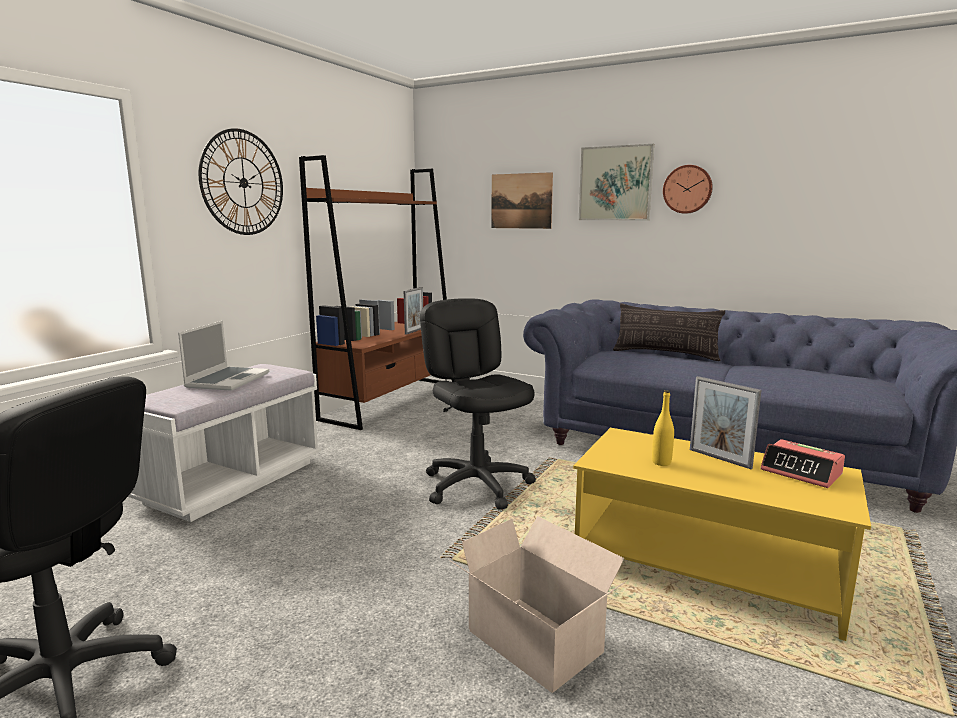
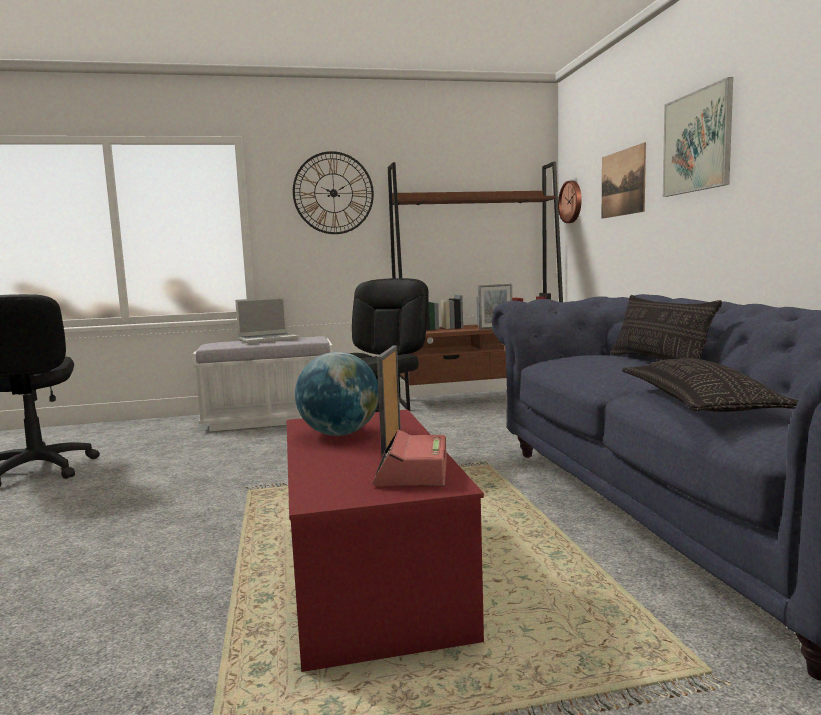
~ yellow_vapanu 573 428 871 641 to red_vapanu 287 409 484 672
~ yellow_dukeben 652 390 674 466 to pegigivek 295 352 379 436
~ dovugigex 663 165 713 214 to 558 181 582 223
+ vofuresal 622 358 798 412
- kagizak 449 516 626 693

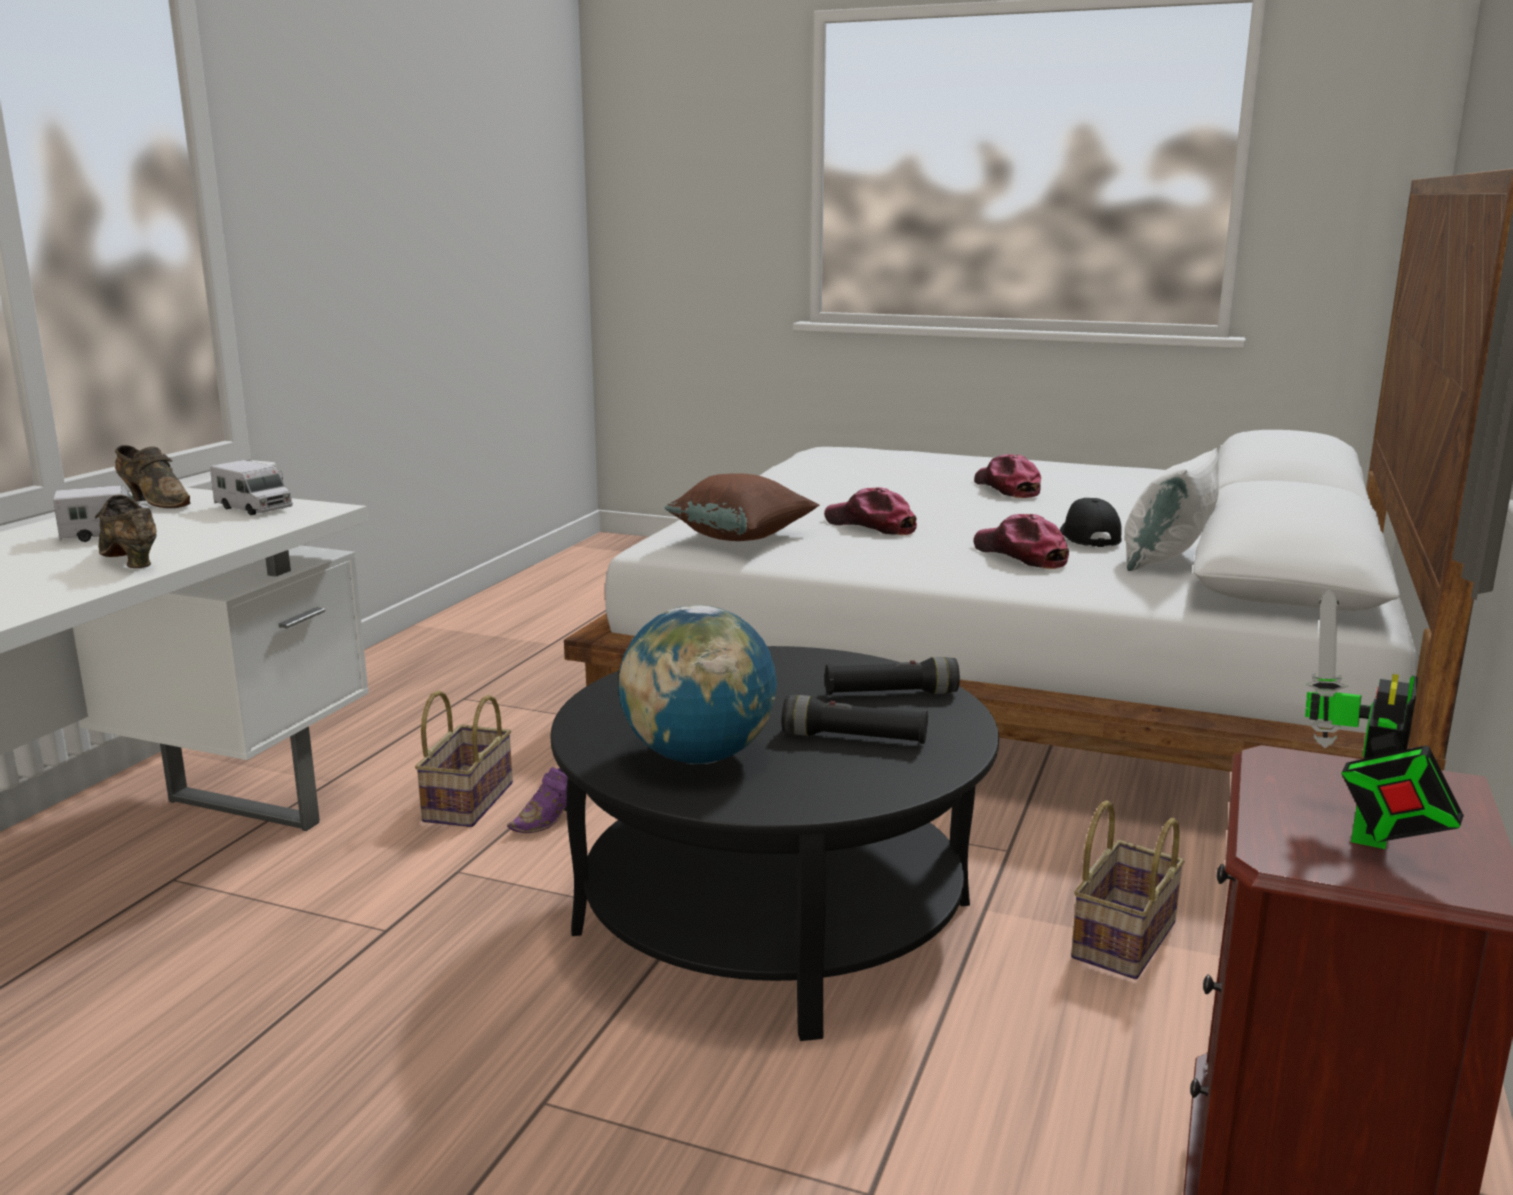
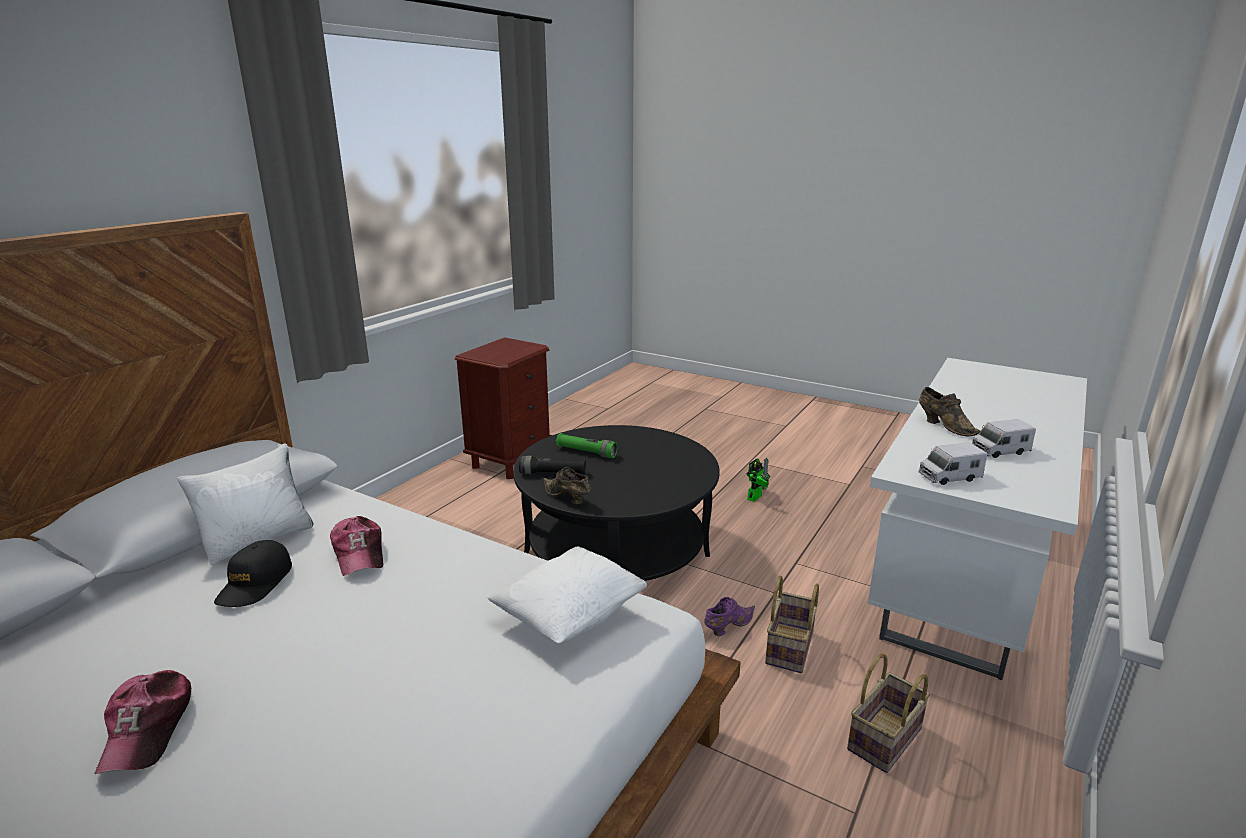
~ brown_vofuresal 665 473 819 541 to white_vofuresal 487 547 648 643
~ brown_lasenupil 115 445 190 508 to 543 467 591 504
~ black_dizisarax 782 695 928 744 to green_dizisarax 556 433 618 458
~ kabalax 1305 588 1464 849 to 747 458 770 502
~ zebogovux 1071 800 1185 979 to 847 653 930 773
~ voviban 210 460 293 515 = 918 442 987 485 60 degrees counterclockwise
- pegigivek 618 605 777 764
- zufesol 824 487 917 535

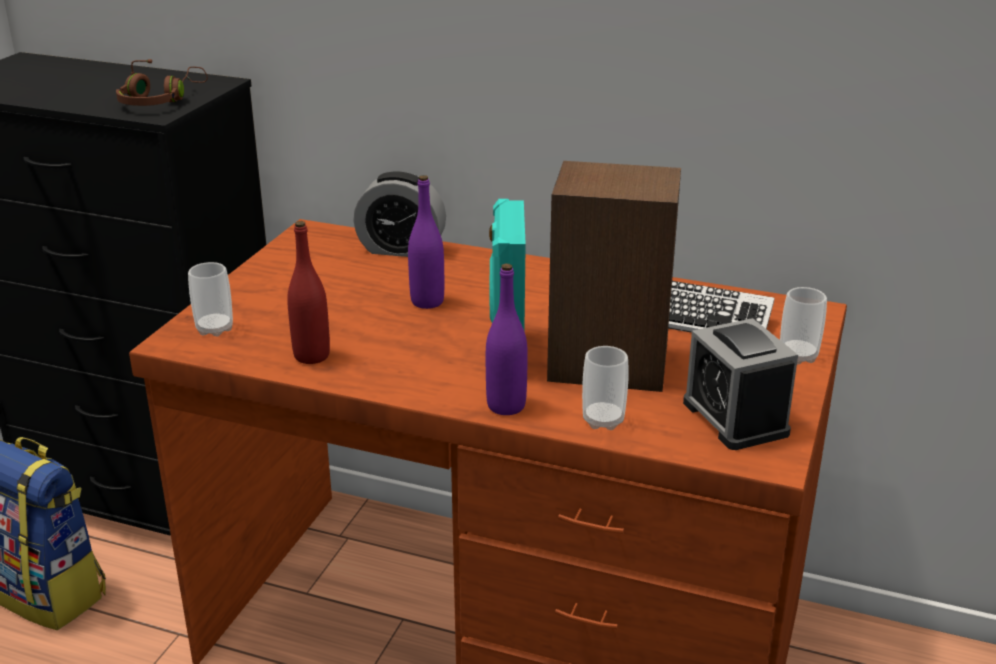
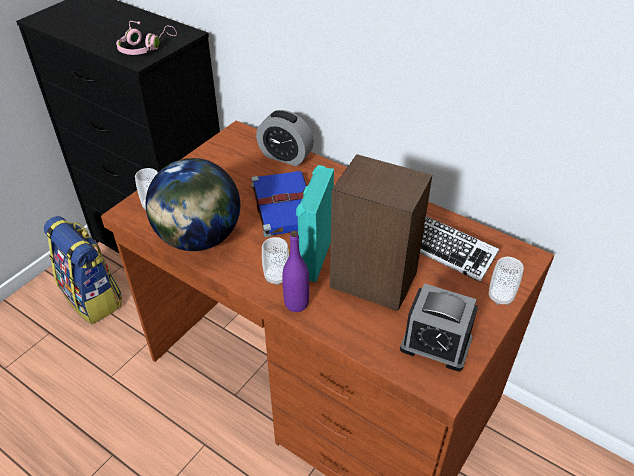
~ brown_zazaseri 116 59 208 106 to pink_zazaseri 116 21 177 55
~ red_dukeben 287 221 330 364 to pegigivek 146 158 240 251
~ purple_dukeben 408 175 444 309 to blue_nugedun 251 171 306 237
~ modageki 582 346 629 430 to 262 237 289 285
~ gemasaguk 683 318 798 450 = 400 283 478 371 60 degrees counterclockwise

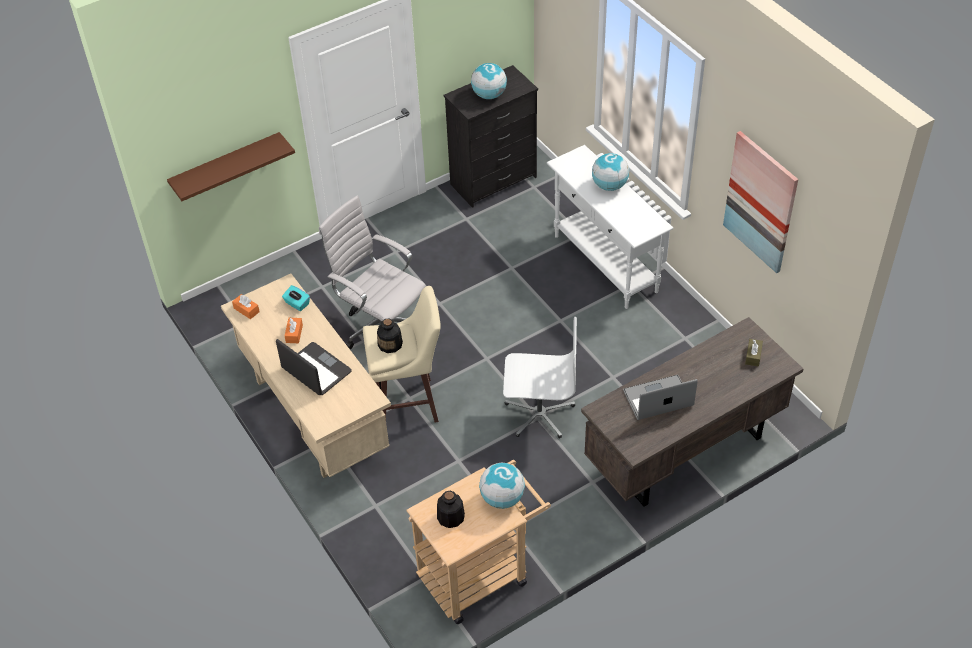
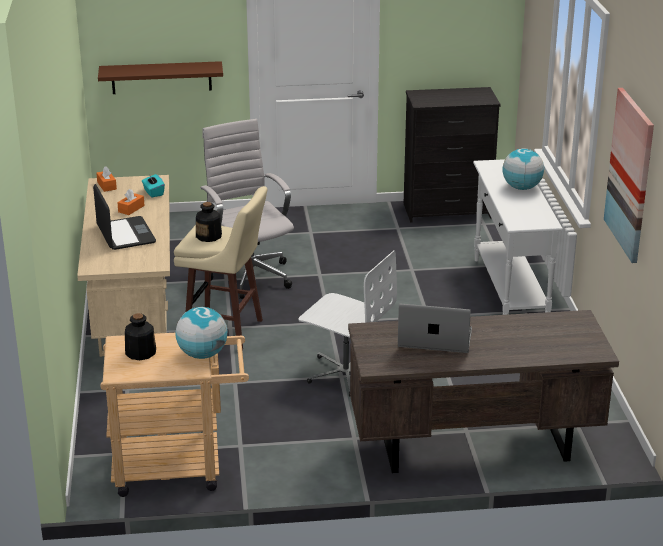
- pegigivek 471 63 507 99
- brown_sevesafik 745 339 763 367

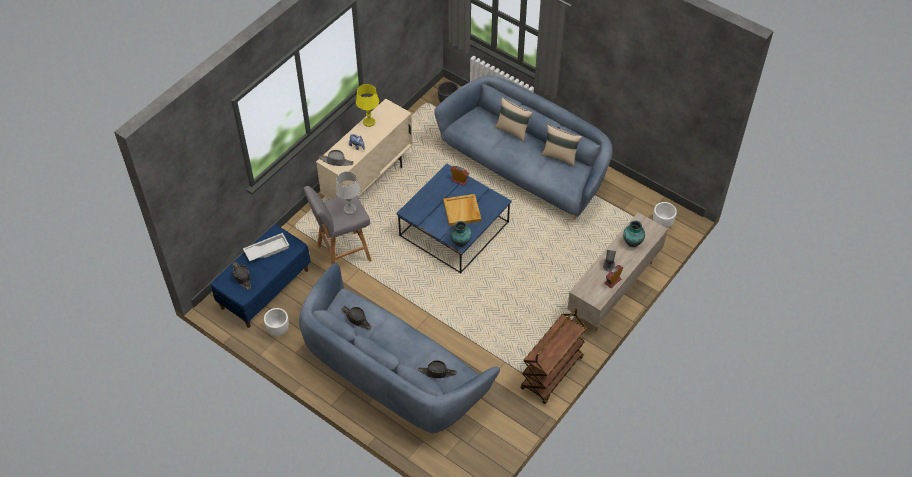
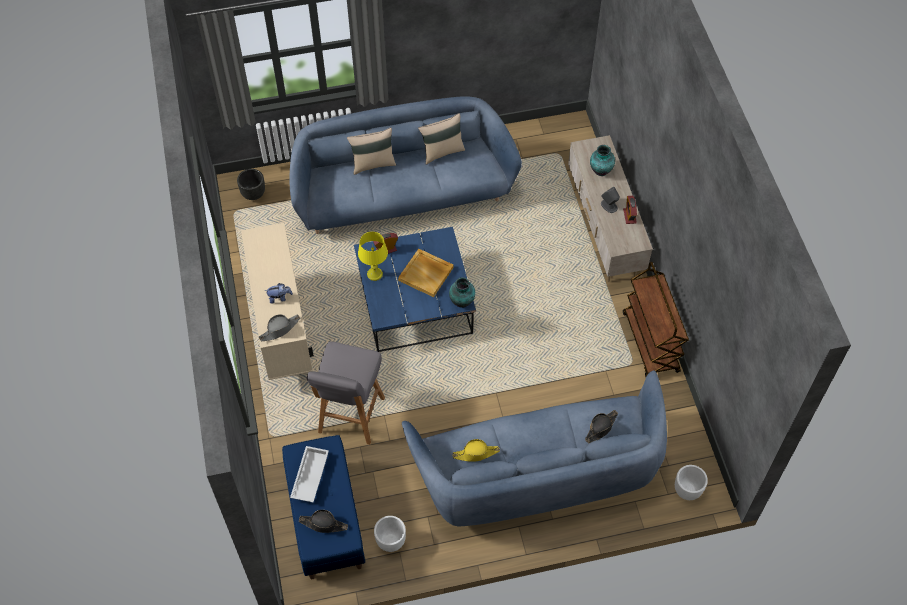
~ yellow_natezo 356 84 379 127 to 358 232 388 281
~ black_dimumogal 342 306 372 330 to yellow_dimumogal 452 439 500 462
~ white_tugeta 653 202 677 228 to 675 465 708 500
- grey_natezo 335 171 360 215

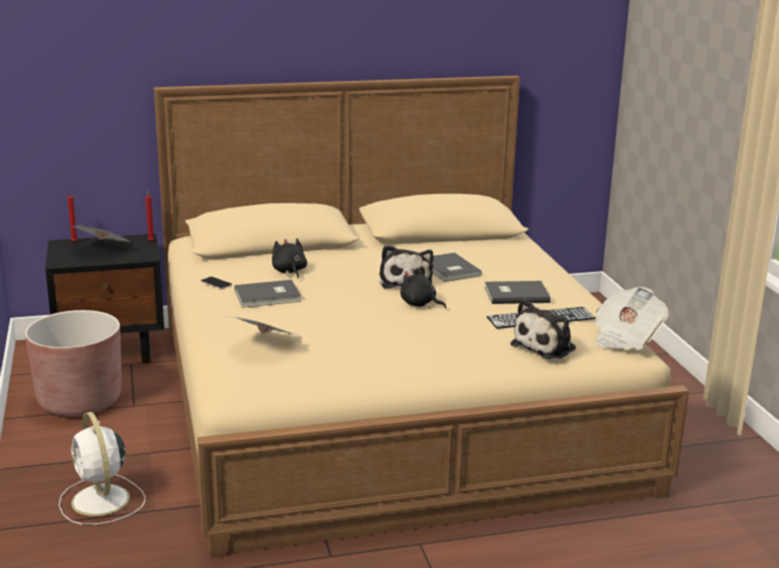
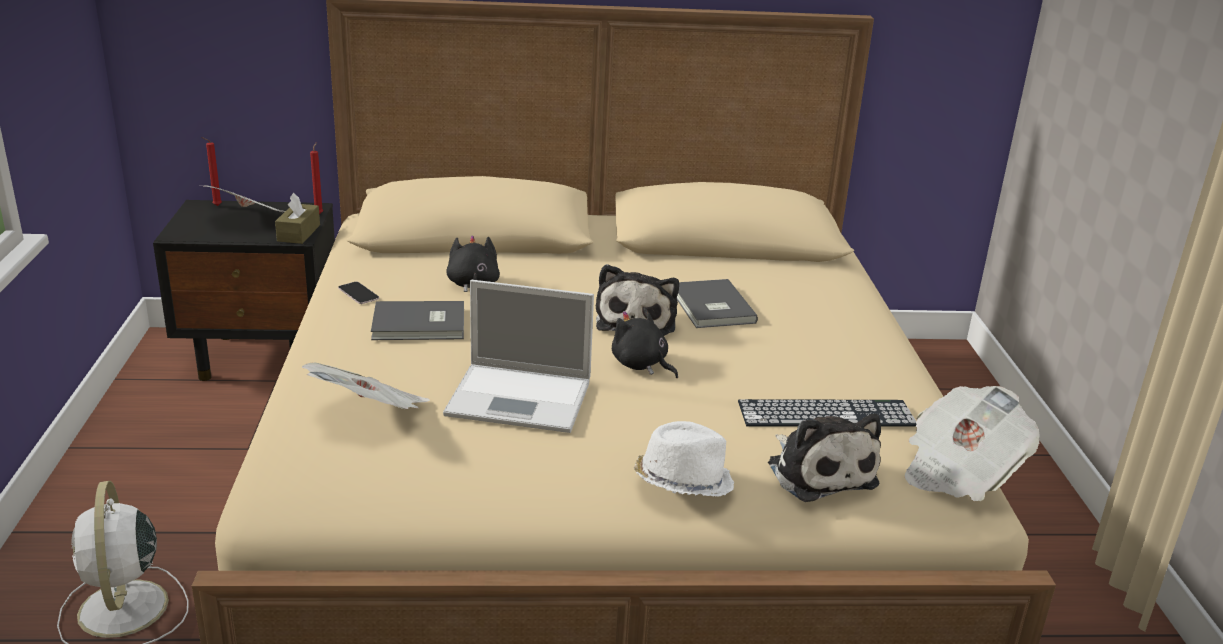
+ brown_sevesafik 275 193 320 244
+ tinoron 443 280 594 433
+ white_dimumogal 634 421 734 496
~ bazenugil 511 299 576 359 = 768 413 881 502 75 degrees counterclockwise
- brown_tugeta 25 310 122 417
- grey_nugedun 484 281 551 304

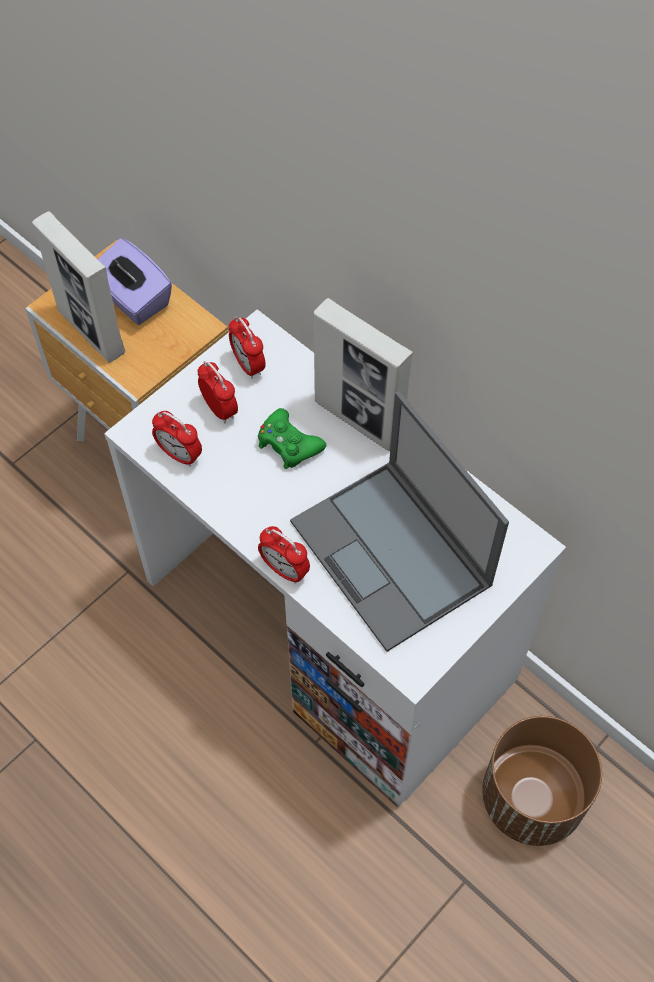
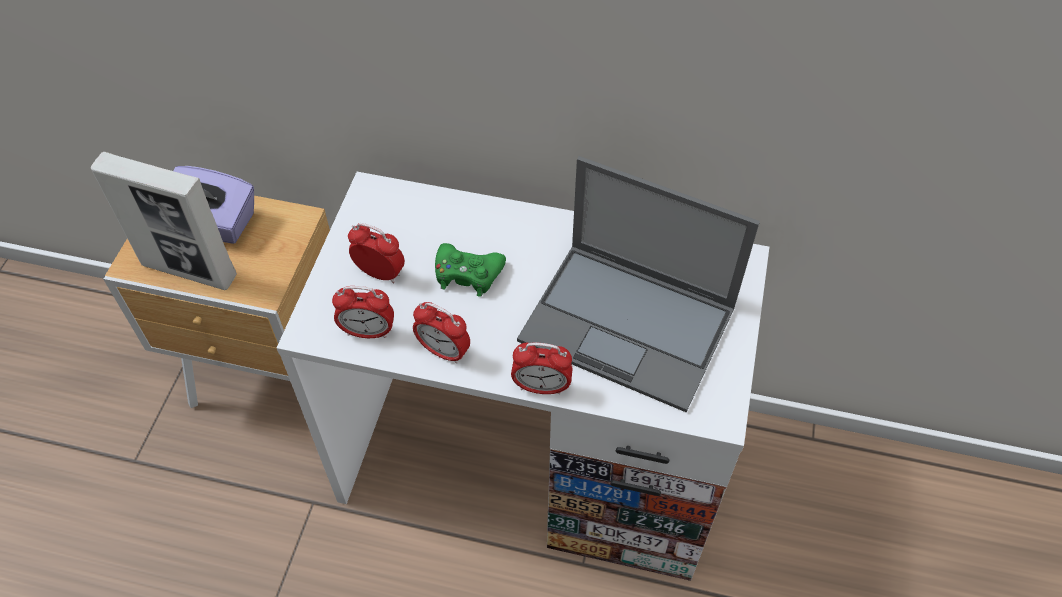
~ gemasaguk 229 316 266 379 to 413 302 470 364
- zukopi 314 298 413 451
- brown_tugeta 482 716 602 846

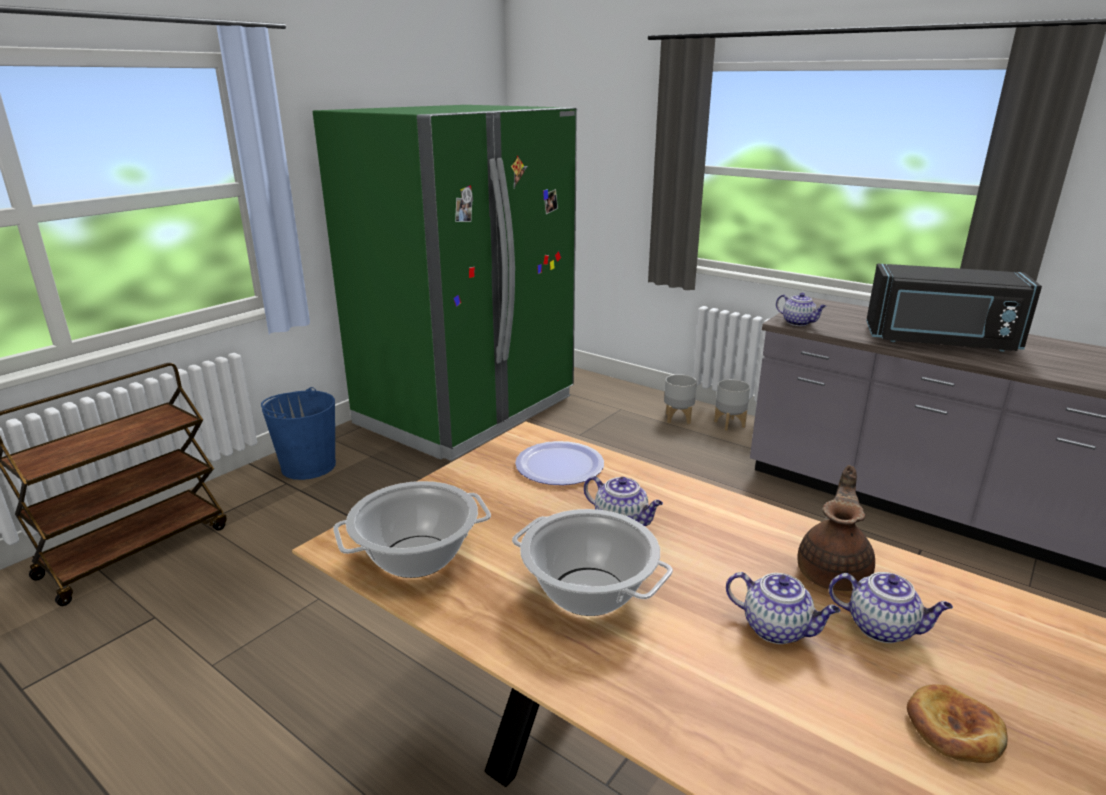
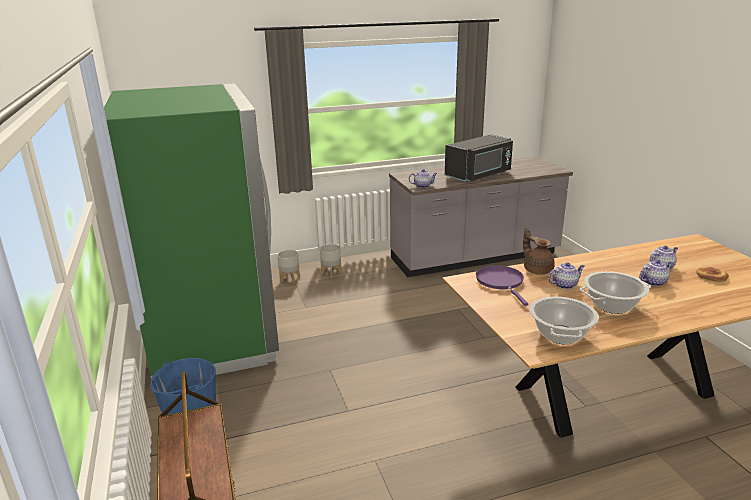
~ grey_tugeta 714 379 750 431 to 277 250 300 284
~ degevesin 515 441 604 485 to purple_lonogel 476 265 528 306
~ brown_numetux 797 465 875 591 to 523 228 555 275

